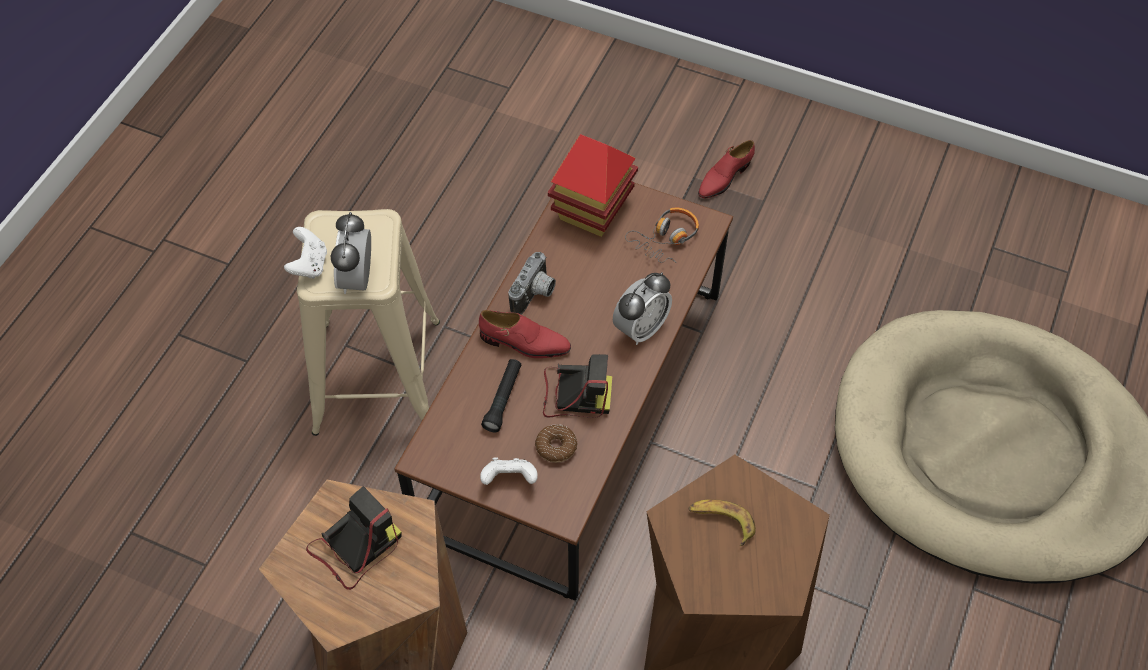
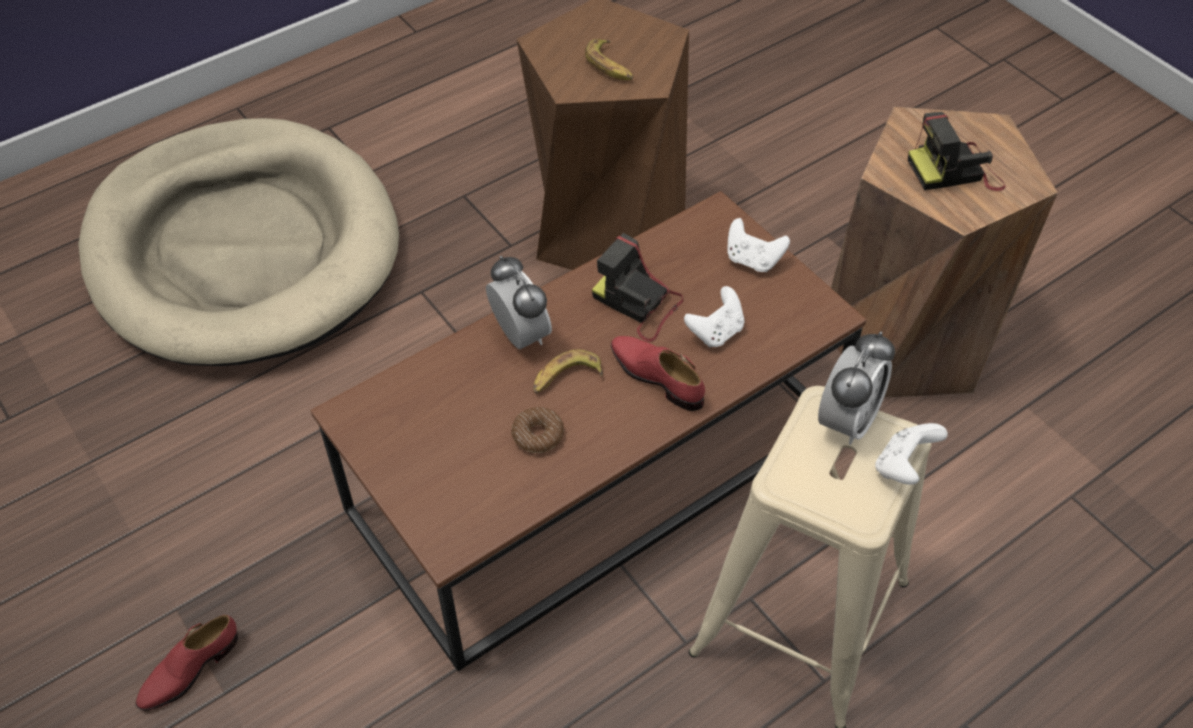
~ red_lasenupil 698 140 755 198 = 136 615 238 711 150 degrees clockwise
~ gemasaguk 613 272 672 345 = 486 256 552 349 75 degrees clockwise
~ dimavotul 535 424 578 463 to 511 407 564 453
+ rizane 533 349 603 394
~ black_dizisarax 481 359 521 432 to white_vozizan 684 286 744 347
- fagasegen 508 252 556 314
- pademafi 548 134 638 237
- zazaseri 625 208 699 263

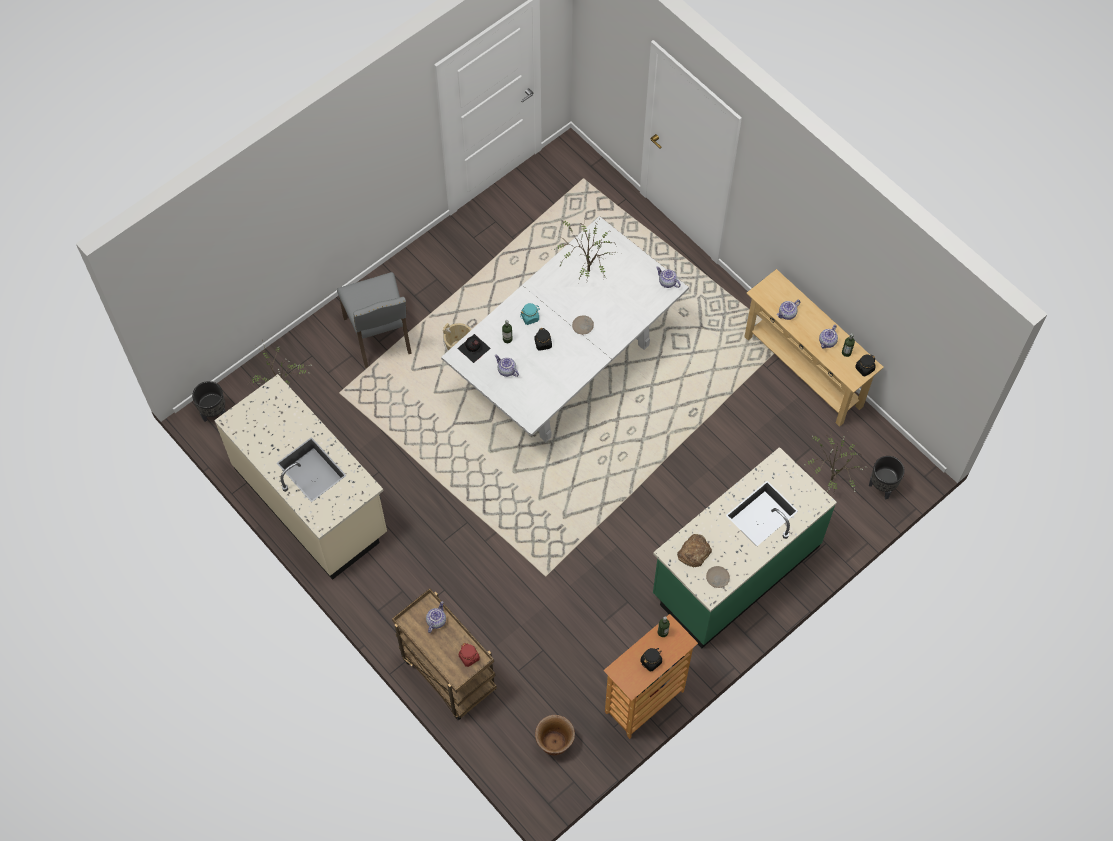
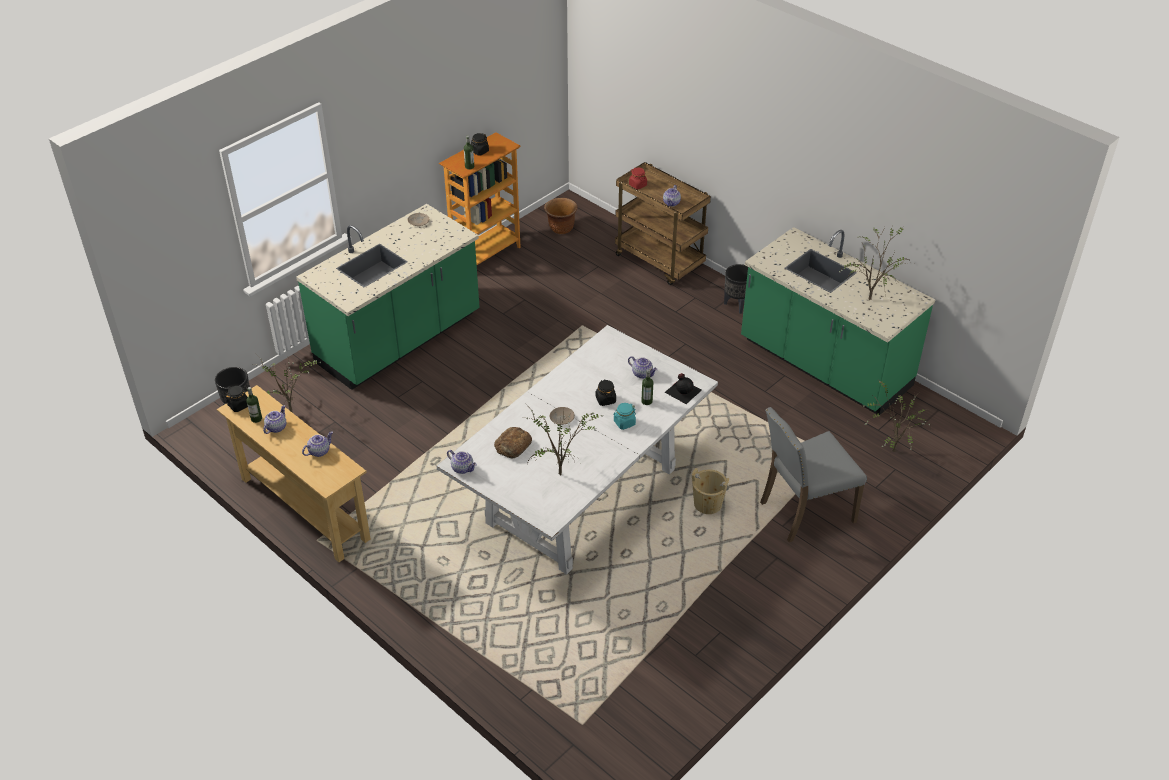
~ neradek 677 534 712 567 to 494 427 532 458
~ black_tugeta 192 381 226 422 to 724 264 748 314
~ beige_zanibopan 214 374 387 580 to green_zanibopan 741 227 935 415
~ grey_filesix 337 272 412 368 = 760 407 867 542 90 degrees counterclockwise
+ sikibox 839 227 911 300

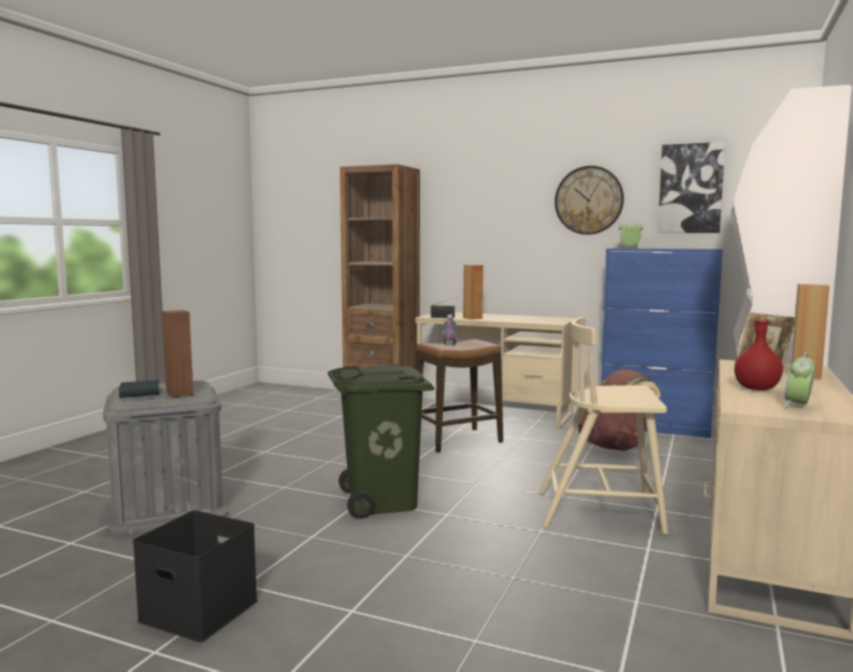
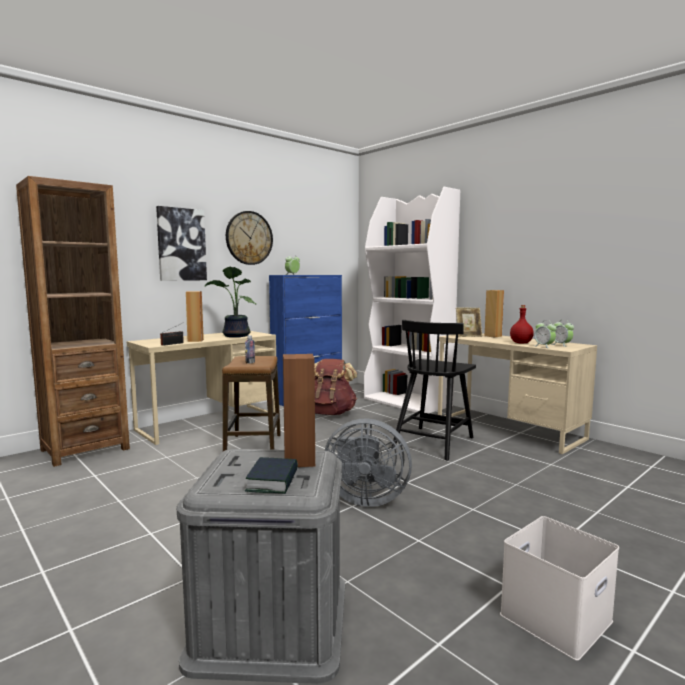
~ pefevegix 658 142 725 233 to 156 206 207 281
+ sikibox 205 267 257 337
~ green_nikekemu 328 364 434 519 to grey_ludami 324 419 412 507
~ beige_filesix 539 317 668 535 to black_filesix 391 320 476 461
~ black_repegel 133 510 258 642 to white_repegel 500 516 619 661
+ gemasaguk 534 320 557 348

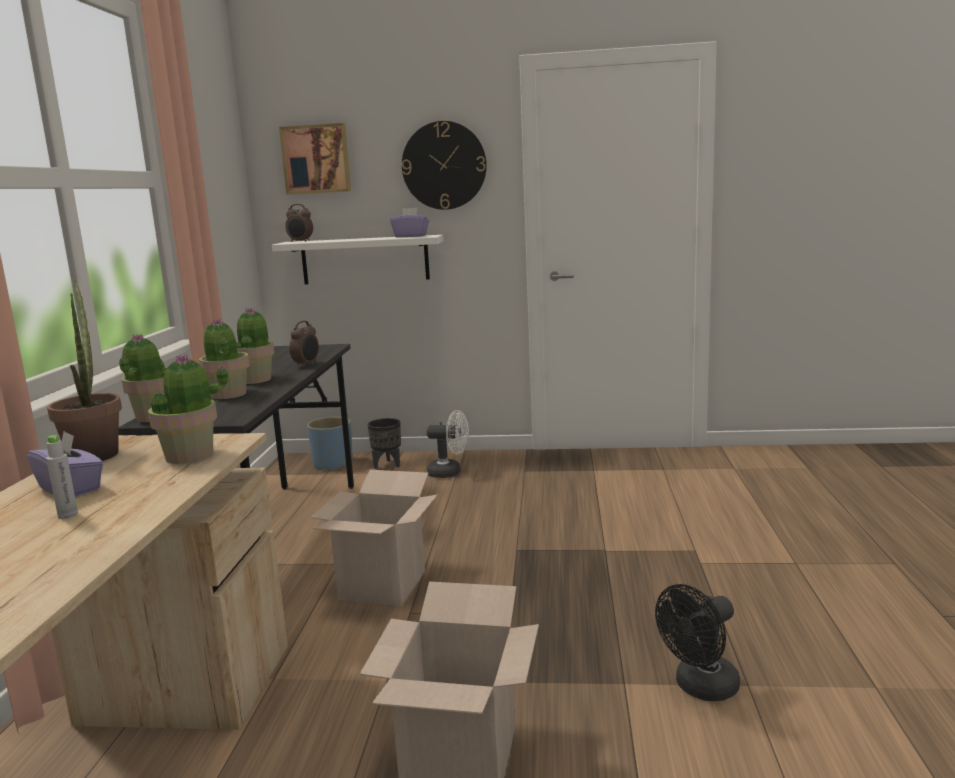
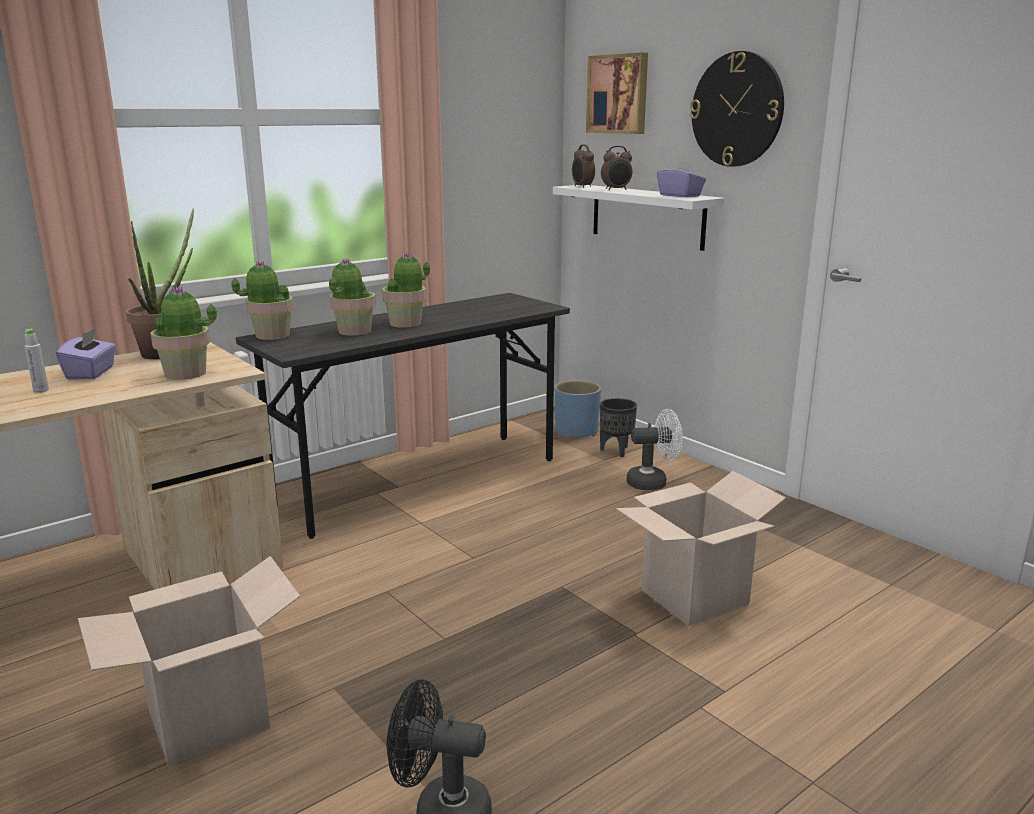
~ gemasaguk 289 321 319 368 to 601 146 632 190
~ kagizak 311 470 438 606 to 616 471 786 626
~ white_ludami 426 410 469 478 = 627 409 683 490 60 degrees counterclockwise

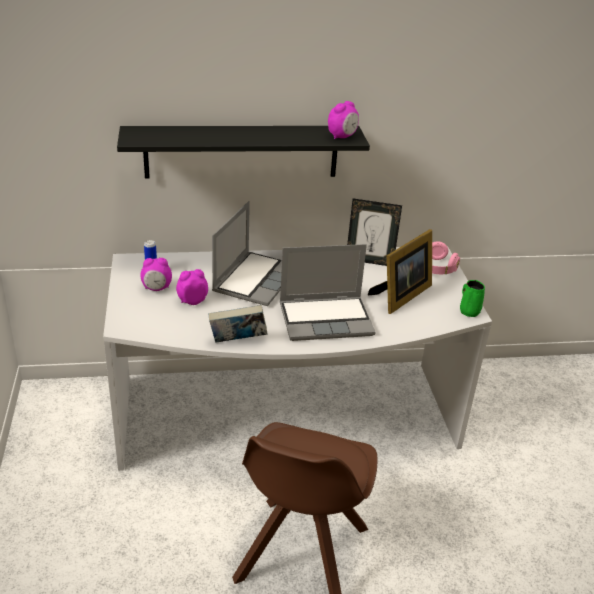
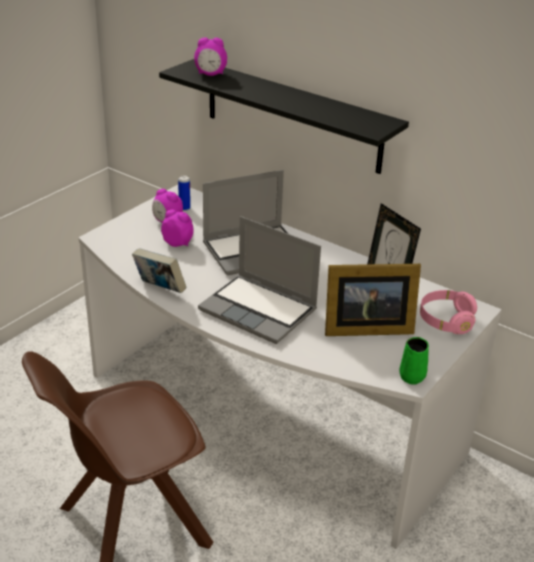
~ gemasaguk 328 101 359 139 to 194 37 227 76

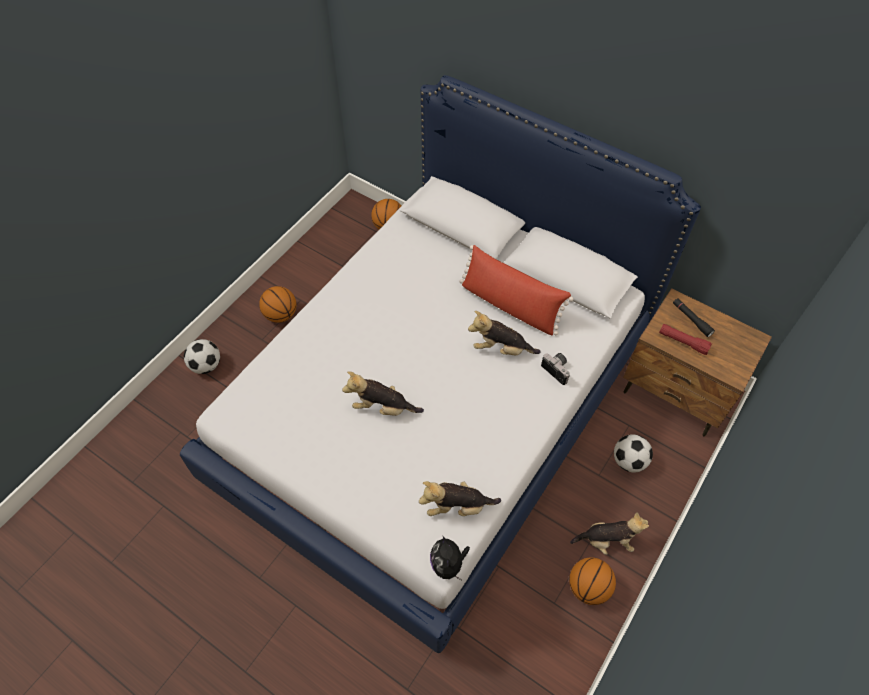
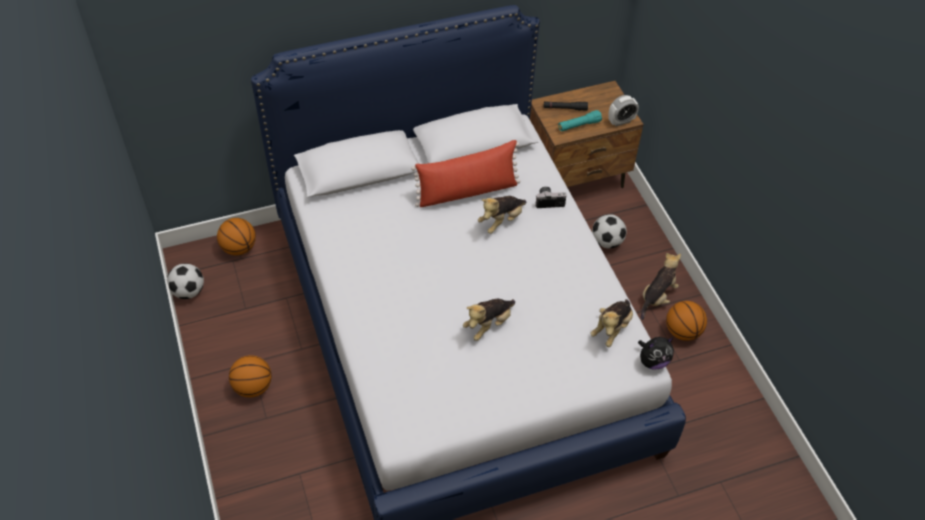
~ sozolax 184 339 220 374 to 167 263 204 299
~ red_dizisarax 659 324 712 355 to turquoise_dizisarax 558 110 602 131
+ gemasaguk 608 95 639 126
~ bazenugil 430 536 470 580 = 638 337 674 370 45 degrees counterclockwise

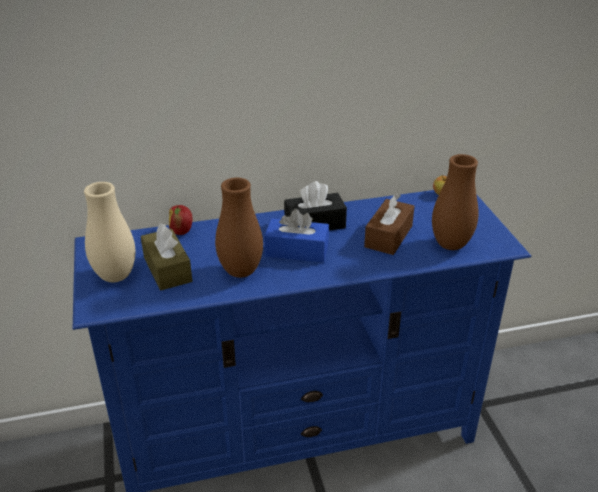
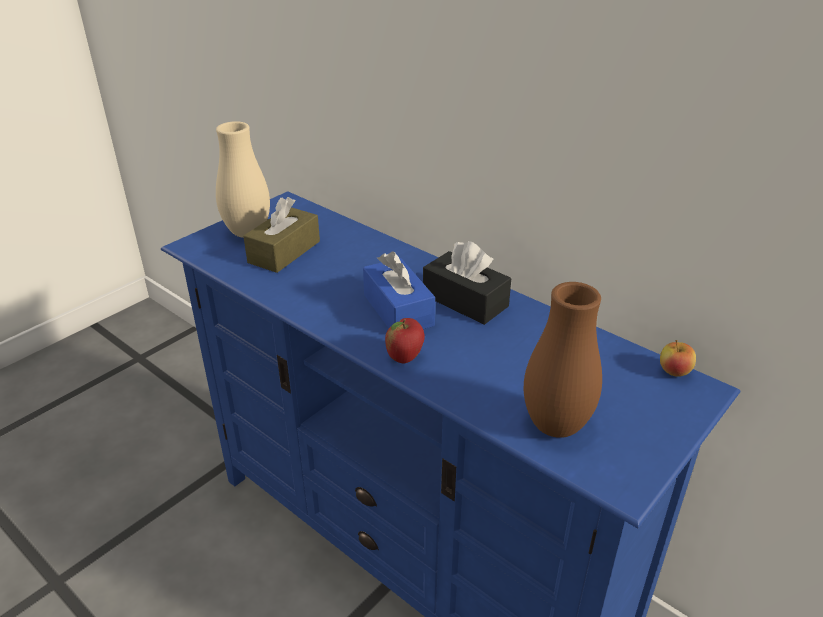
~ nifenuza 169 205 192 235 to 385 318 425 363
- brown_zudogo 215 178 263 278
- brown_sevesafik 364 193 415 255

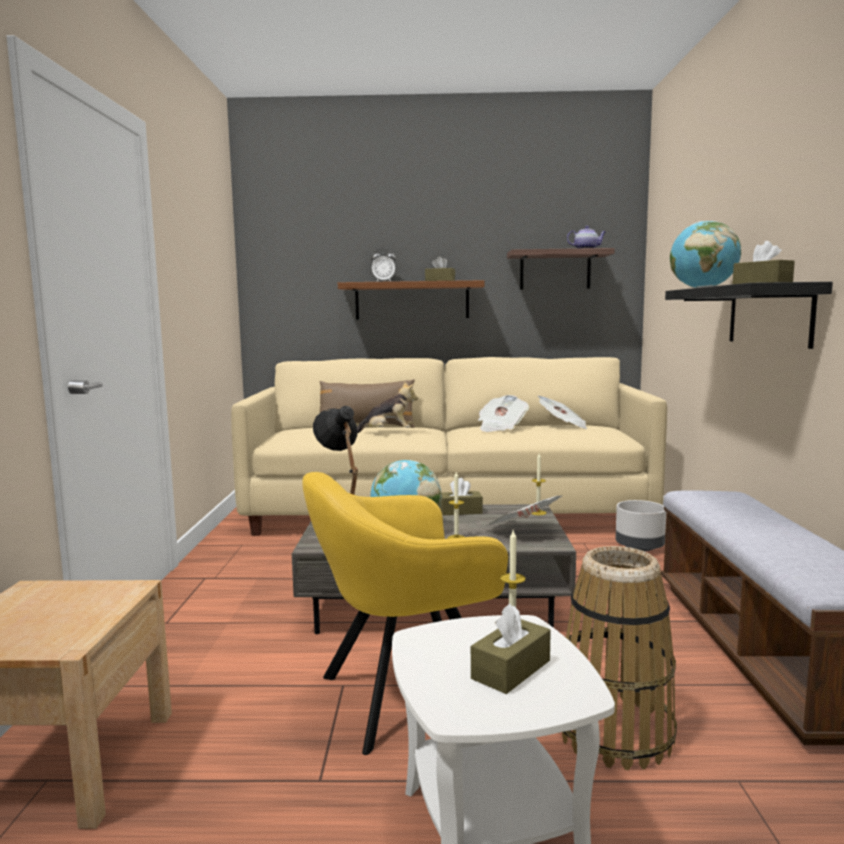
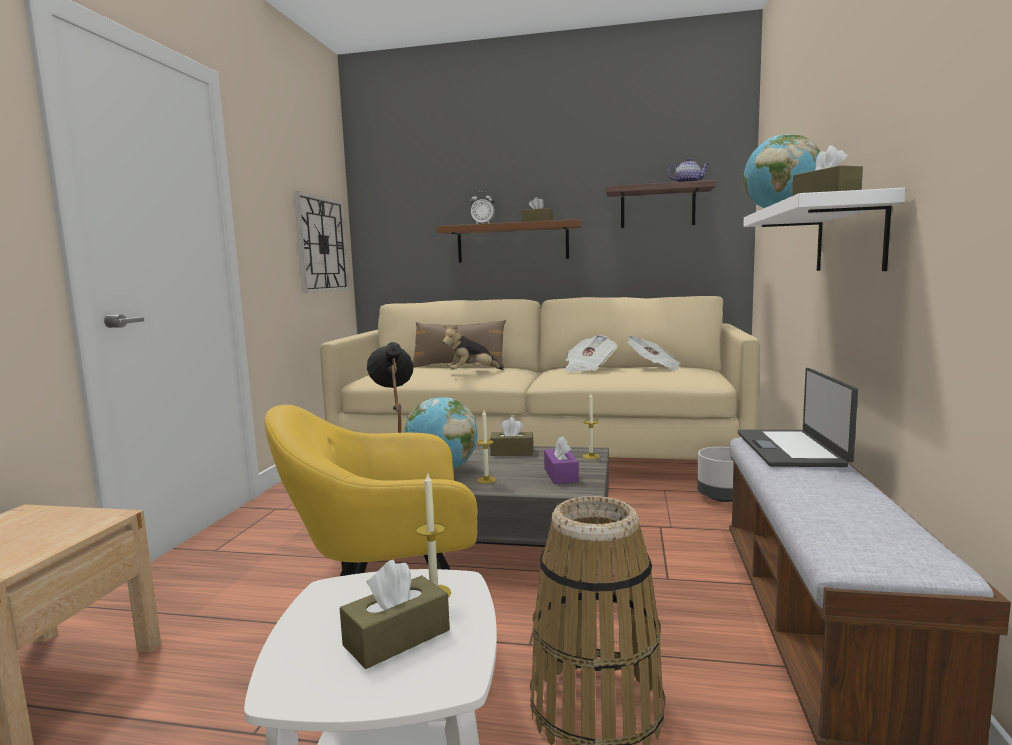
+ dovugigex 294 191 350 293
~ bazenugil 357 381 418 433 = 443 324 504 370 150 degrees clockwise
~ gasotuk 486 496 562 526 to purple_sevesafik 544 436 579 484
+ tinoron 738 368 858 467
~ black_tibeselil 665 282 833 349 to white_tibeselil 743 188 905 271

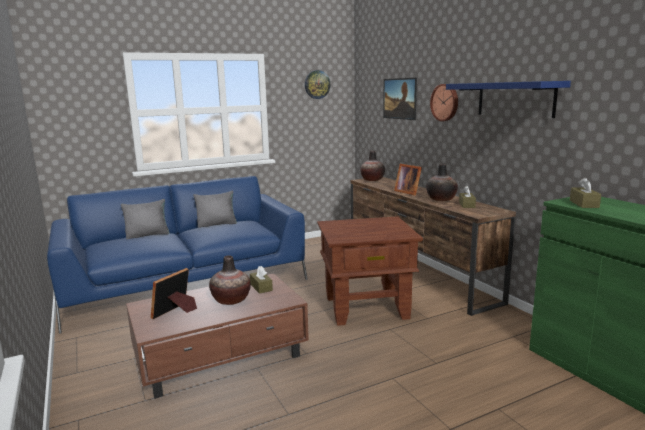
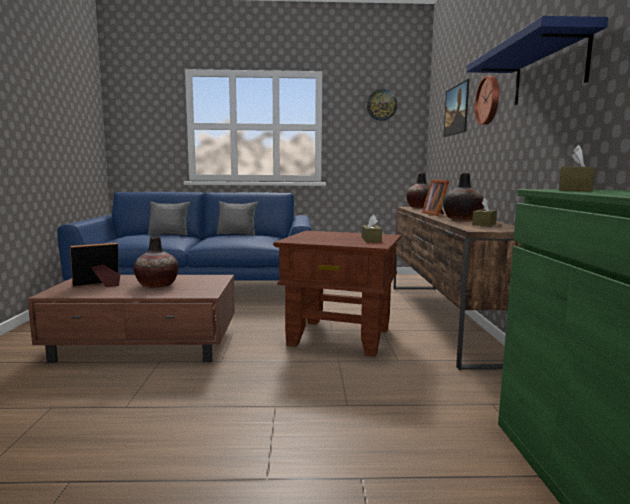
~ brown_sevesafik 250 266 273 294 to 361 214 382 242

